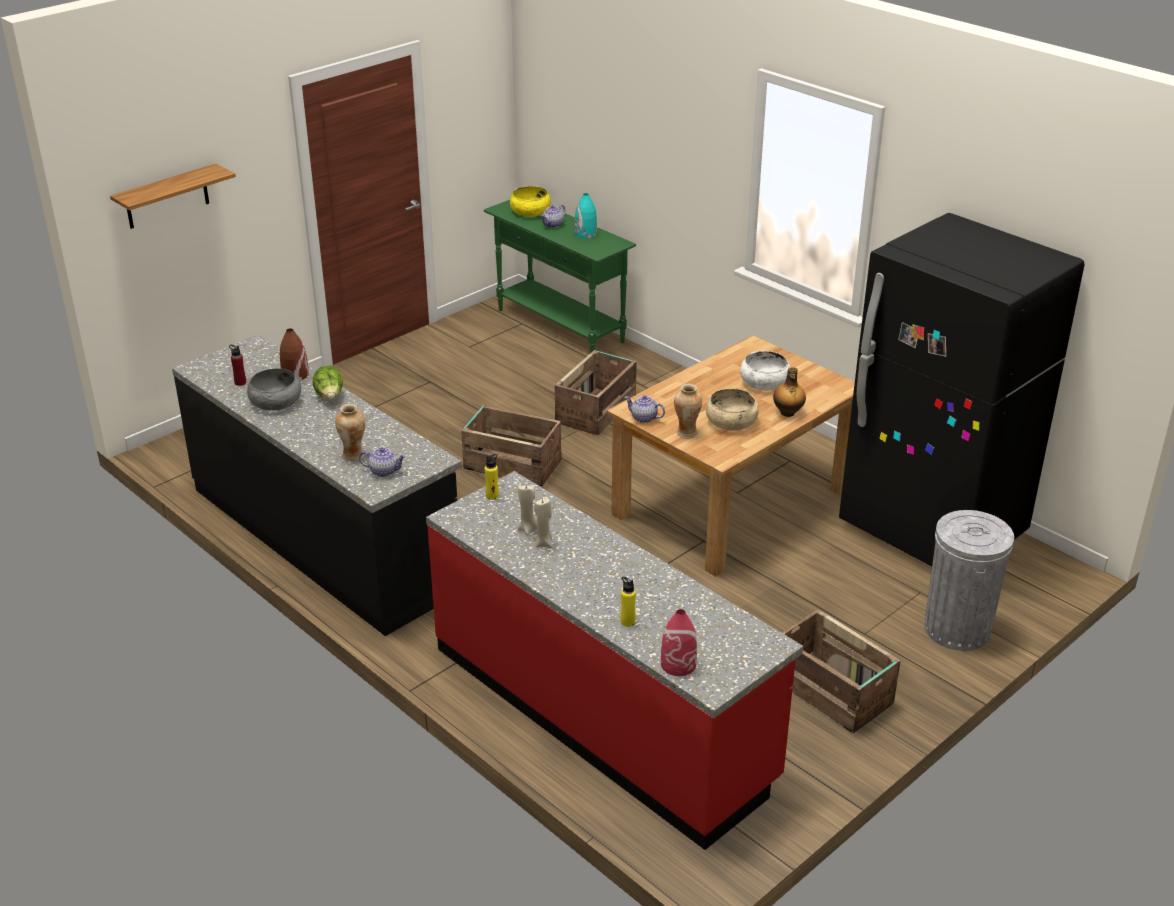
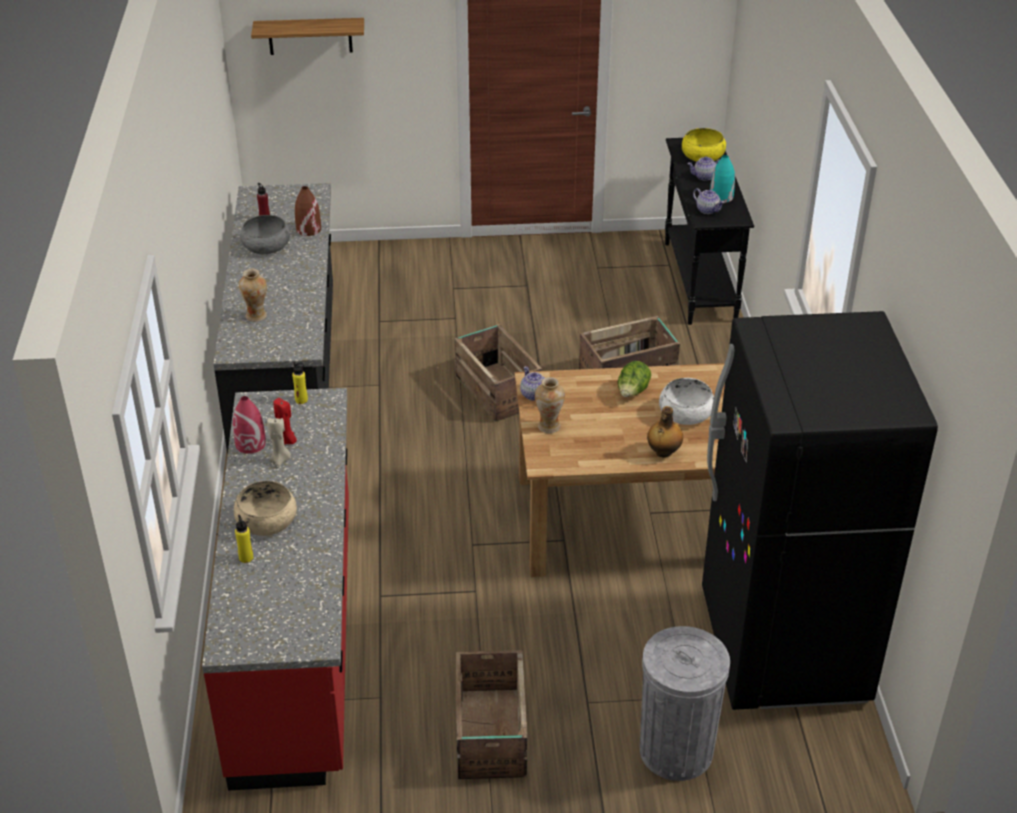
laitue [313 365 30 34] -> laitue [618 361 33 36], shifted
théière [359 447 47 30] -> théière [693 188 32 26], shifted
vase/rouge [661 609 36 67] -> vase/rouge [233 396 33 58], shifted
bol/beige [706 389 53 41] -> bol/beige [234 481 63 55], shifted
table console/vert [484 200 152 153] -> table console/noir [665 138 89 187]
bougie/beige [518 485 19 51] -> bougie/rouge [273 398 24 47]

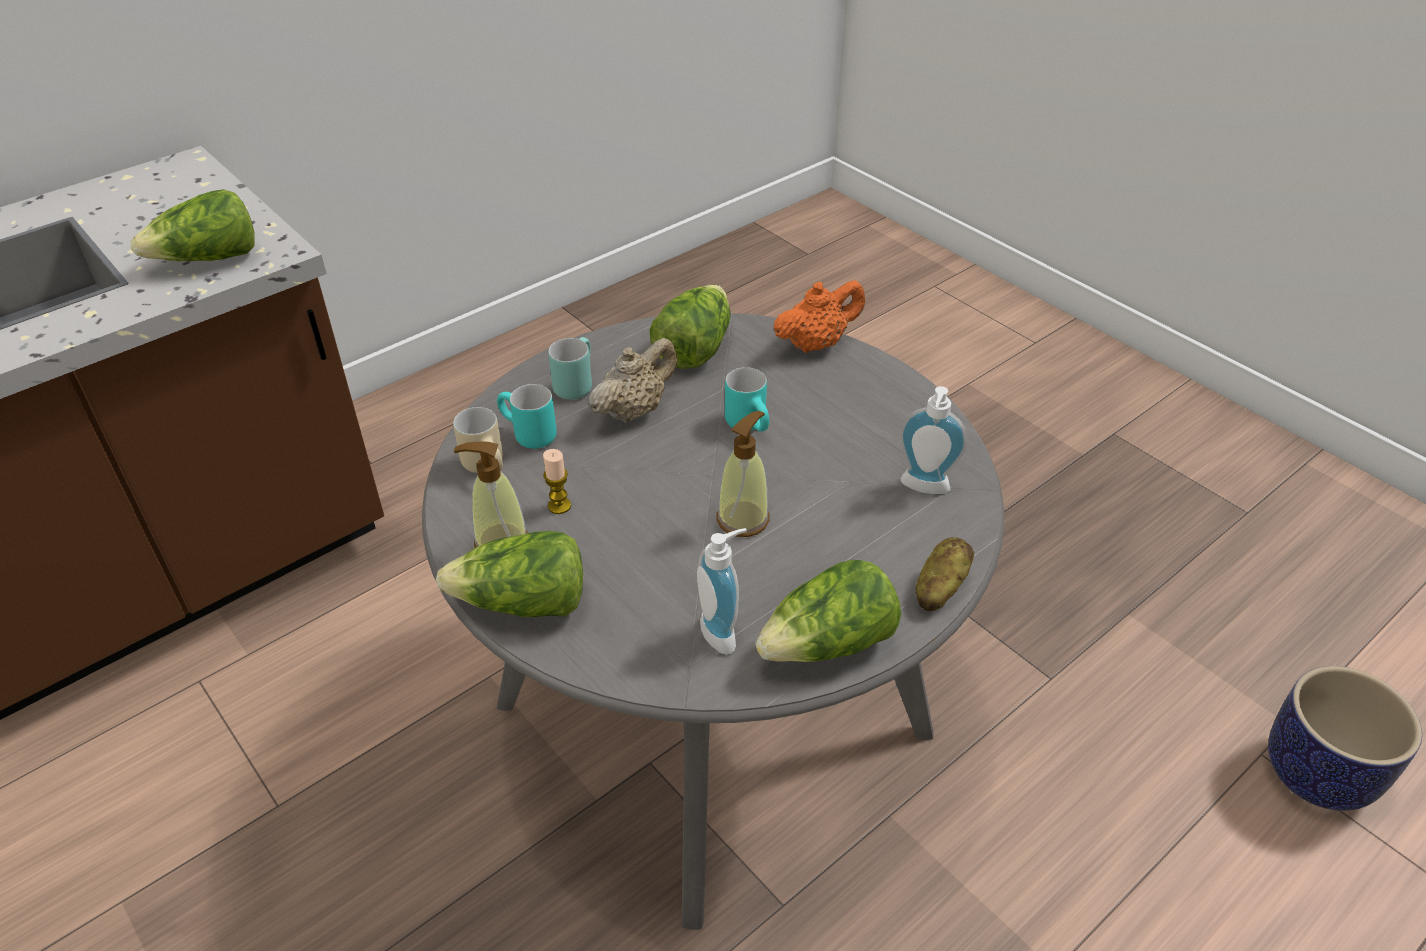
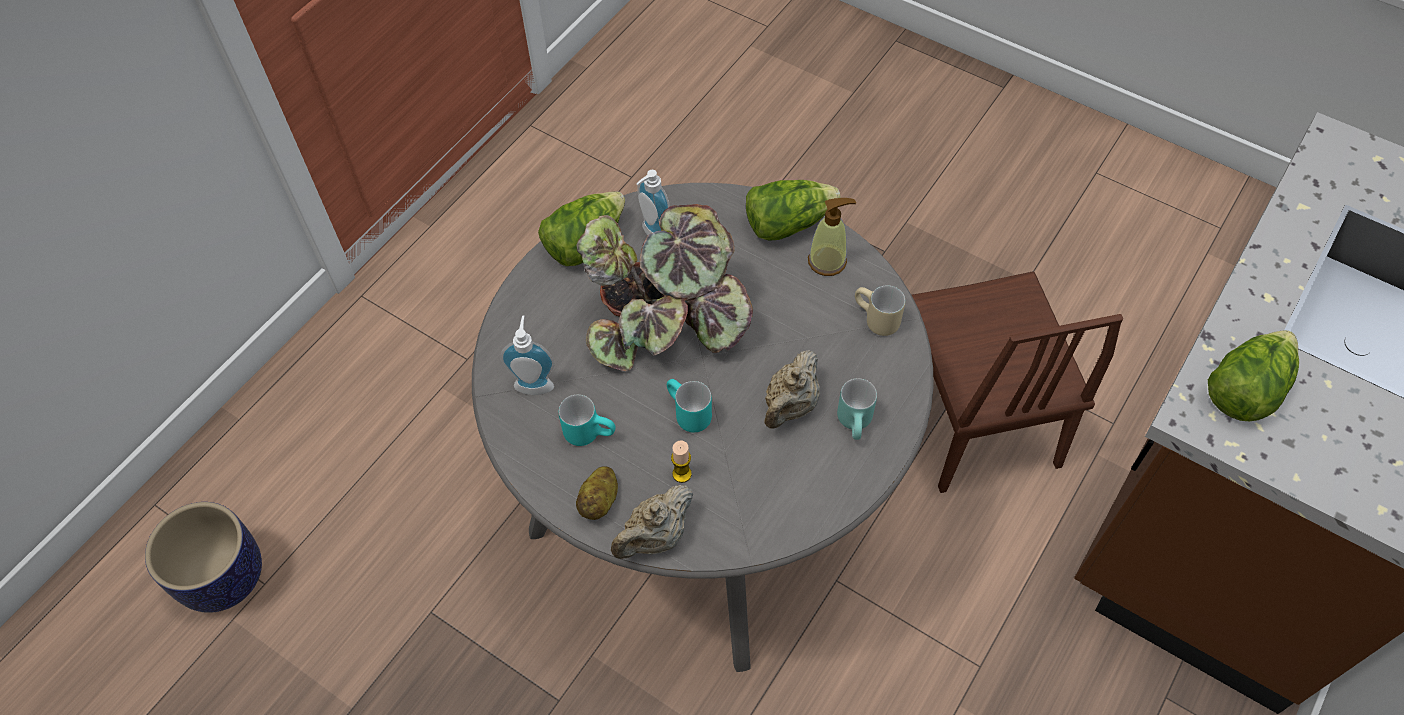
laitue [649 285 82 84] -> none
none -> chaise/marron [912 271 211 222]
mug/turquoise [497 384 60 65] -> mug/turquoise [559 395 56 51], shifted
bougie [543 449 28 65] -> bougie [671 440 21 43], shifted
pomme de terre [916 538 58 73] -> pomme de terre [576 466 42 54], shifted
distributeur de savon [716 411 53 126] -> plante en pot [576 204 177 167]
théière/orange [773 280 92 73] -> théière/beige [611 485 82 74]

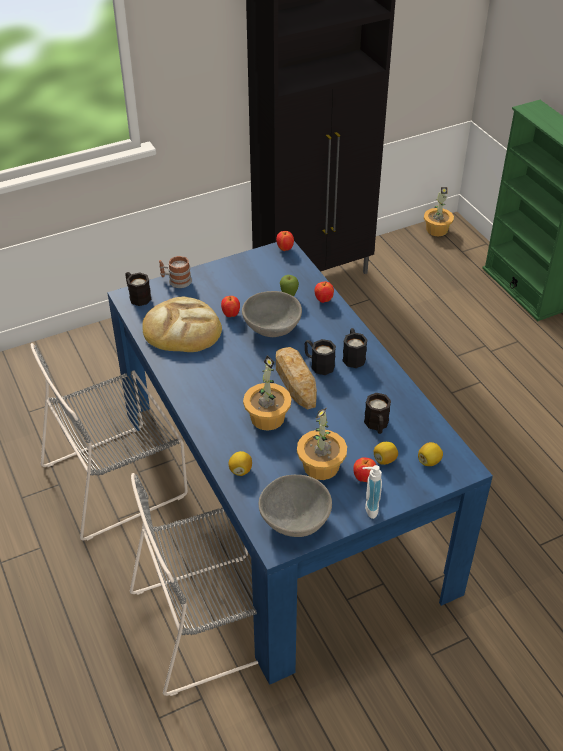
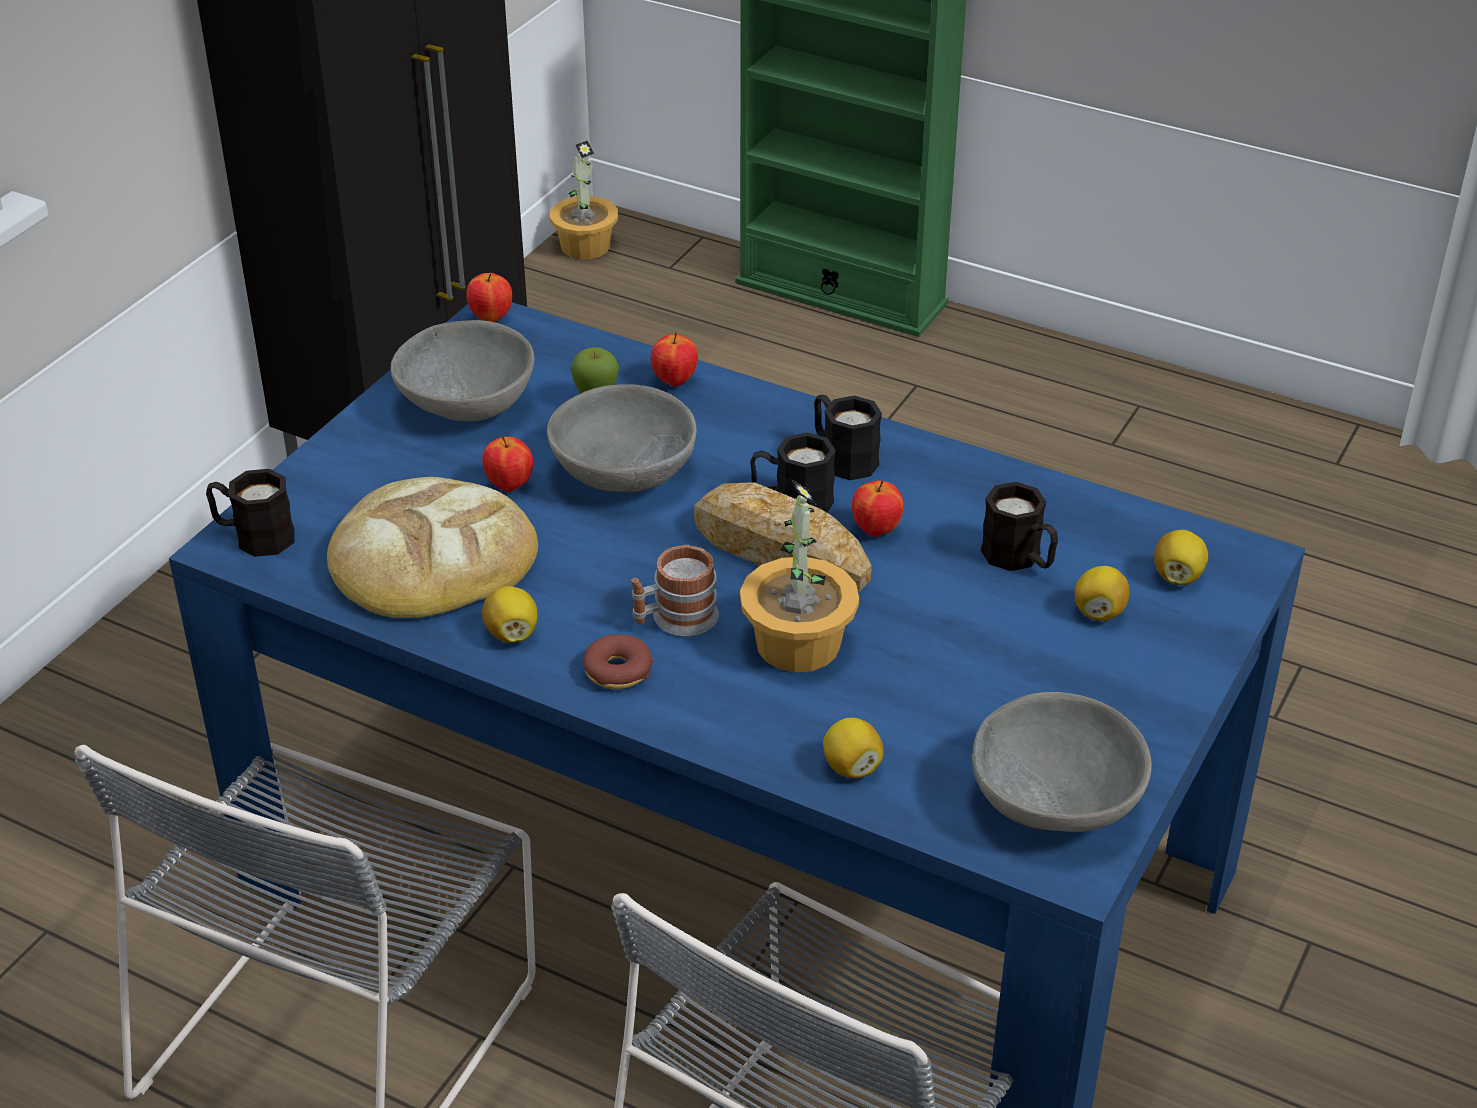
plante en pot [297 408 50 72] -> none
distributeur de savon [362 465 20 54] -> none
none -> bol/gris [391 320 143 101]
none -> citron [482 586 56 57]
none -> beignet [583 635 70 54]
mug [159 256 33 32] -> mug [631 545 88 91], shifted
pomme [353 457 23 25] -> pomme [852 480 52 57], shifted

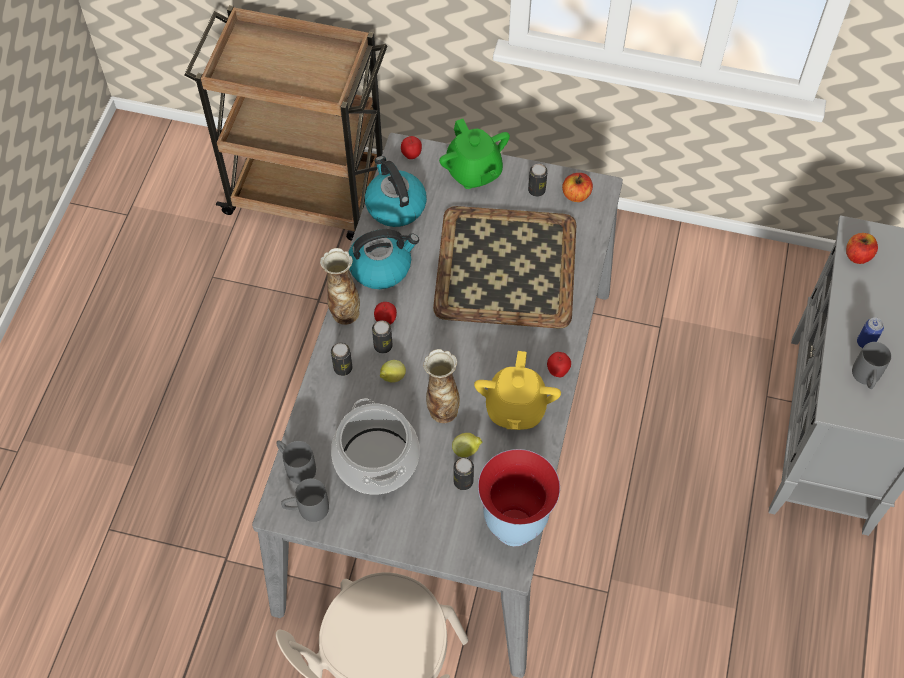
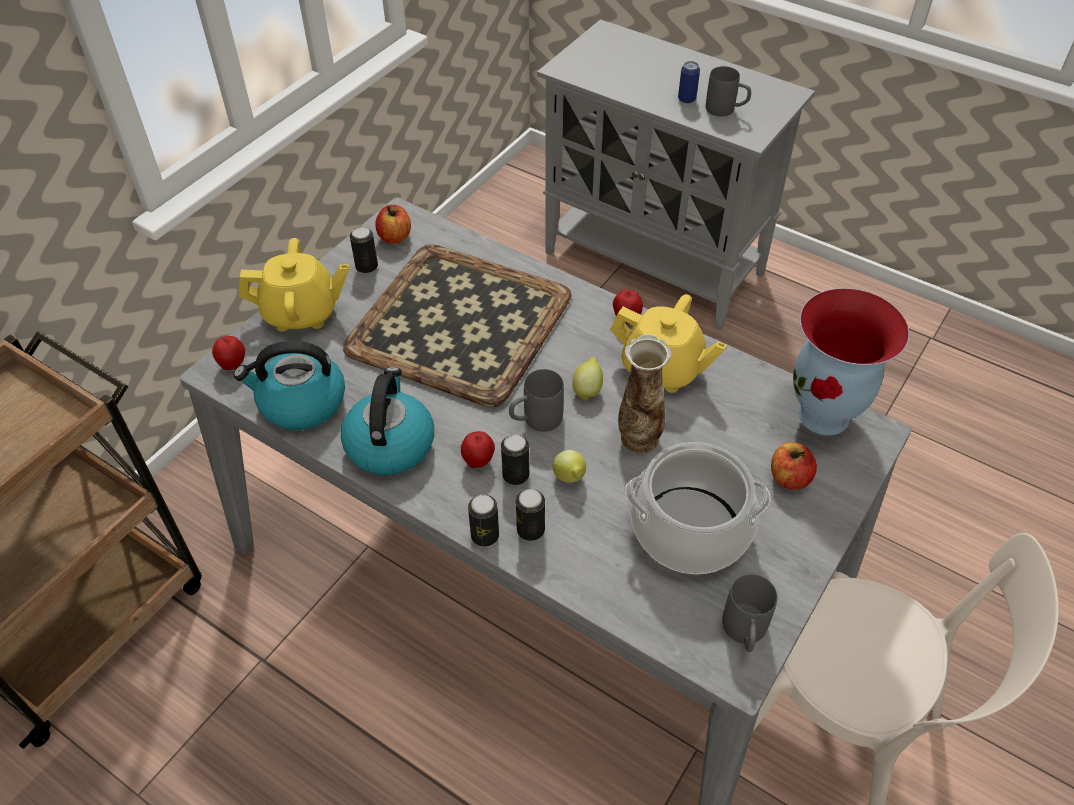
vase [320 248 40 77] -> none
mug/gris [276 440 40 44] -> mug/gris [509 369 55 63], shifted
citron [452 433 30 24] -> citron [572 357 31 44], shifted
boîte métallique [453 457 21 33] -> boîte métallique [468 495 31 52], shifted
pomme [846 233 32 31] -> pomme [771 442 46 48], shifted
théière/vert [439 119 71 70] -> théière/jaune [239 238 110 93]

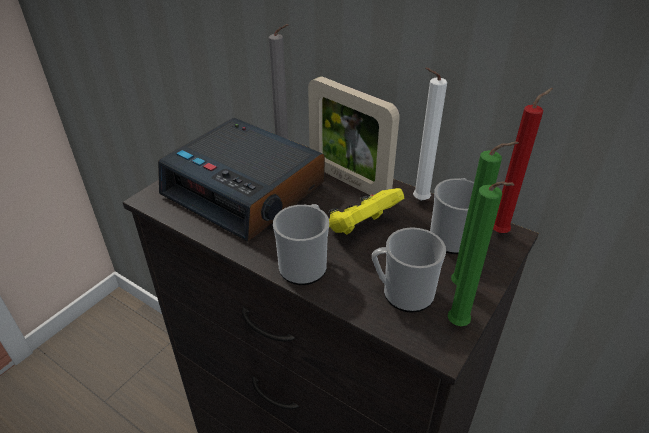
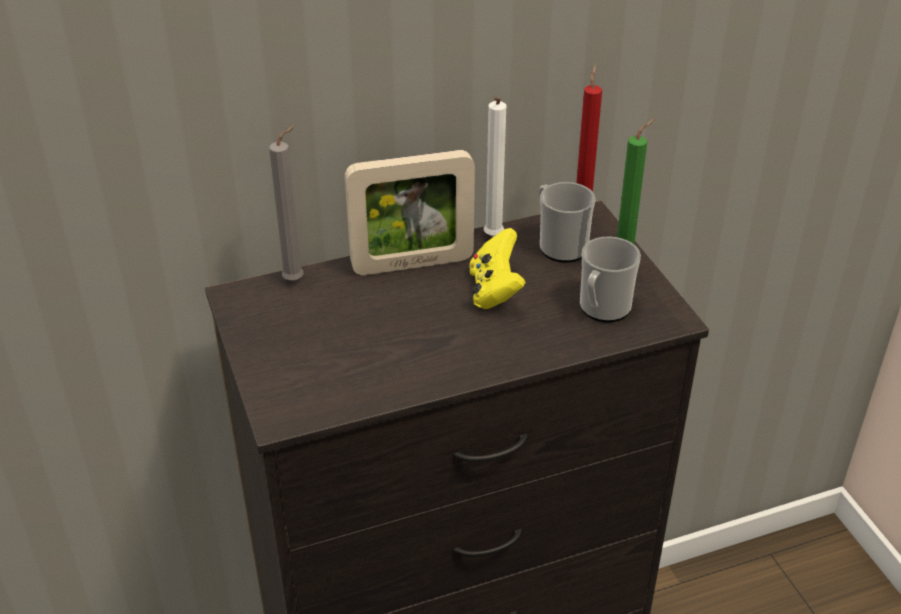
réveil [158 118 167 124] -> none
mug [273 204 56 81] -> none
bougie/vert [447 181 68 145] -> none

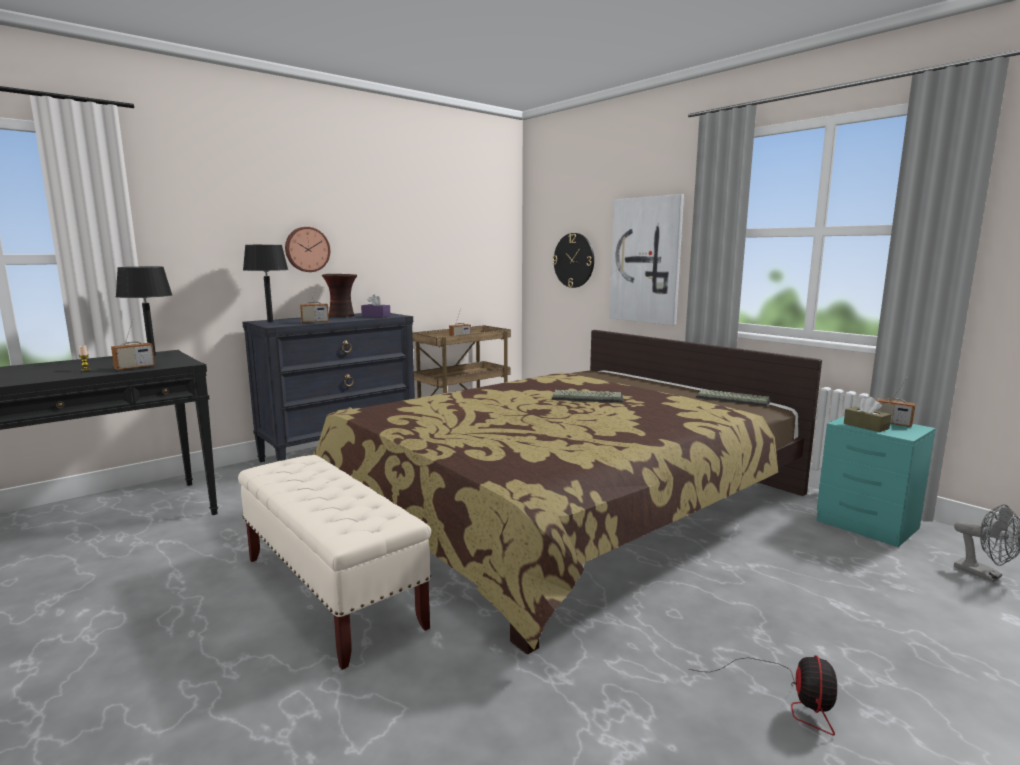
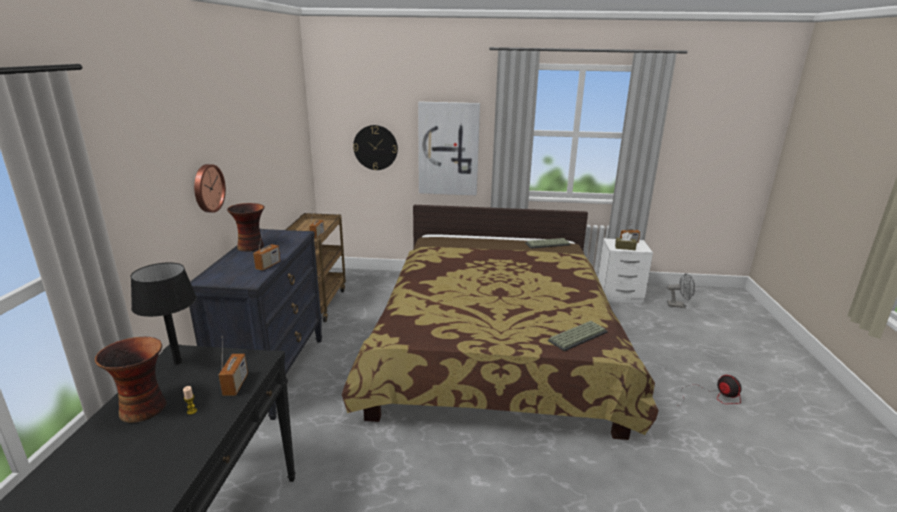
banc/beige [238 455 193 215] -> none
lampe de table/noir [243 245 45 78] -> none
boîte à mouchoirs/violet [361 294 30 24] -> none
none -> vase [95 337 72 86]
clavier [552 390 71 13] -> clavier [548 321 60 30], shifted
table de chevet/turquoise [816 416 120 131] -> table de chevet/blanc [598 238 55 66]

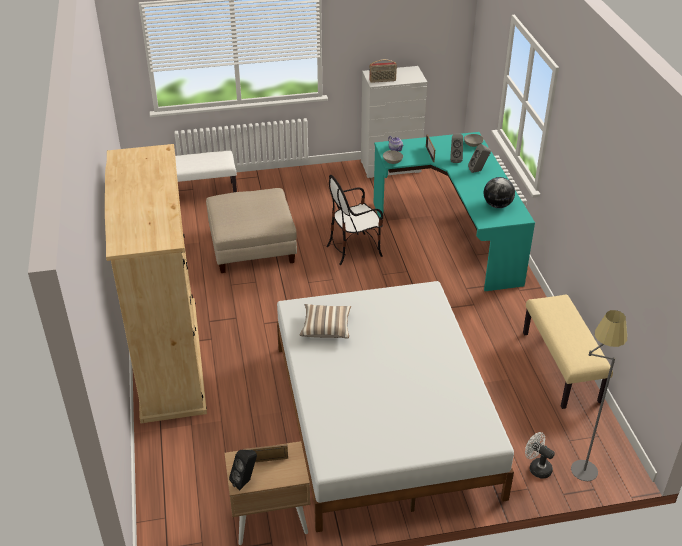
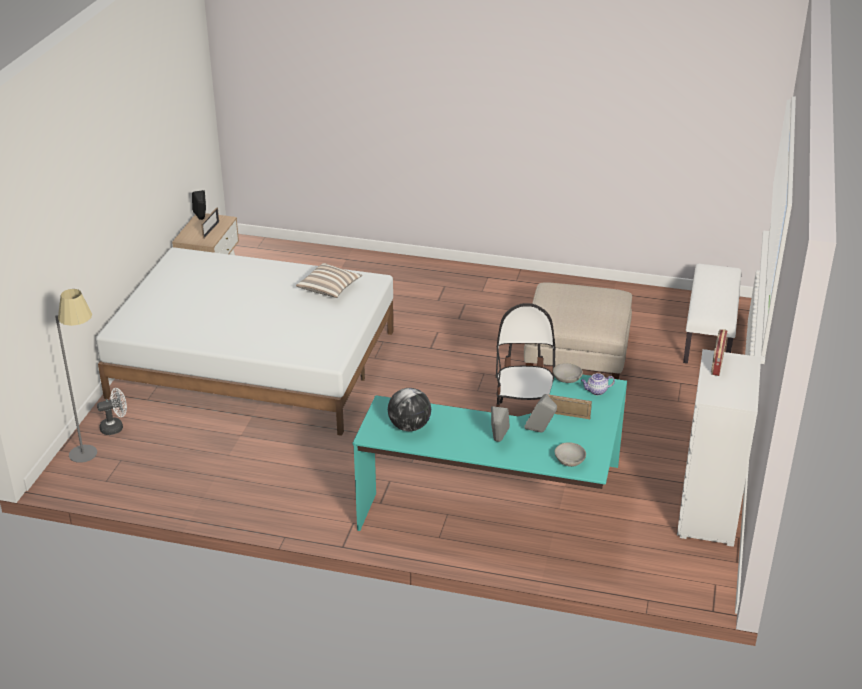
armoire/beige [105 144 102 280] -> none
banc/beige [523 294 90 115] -> none

